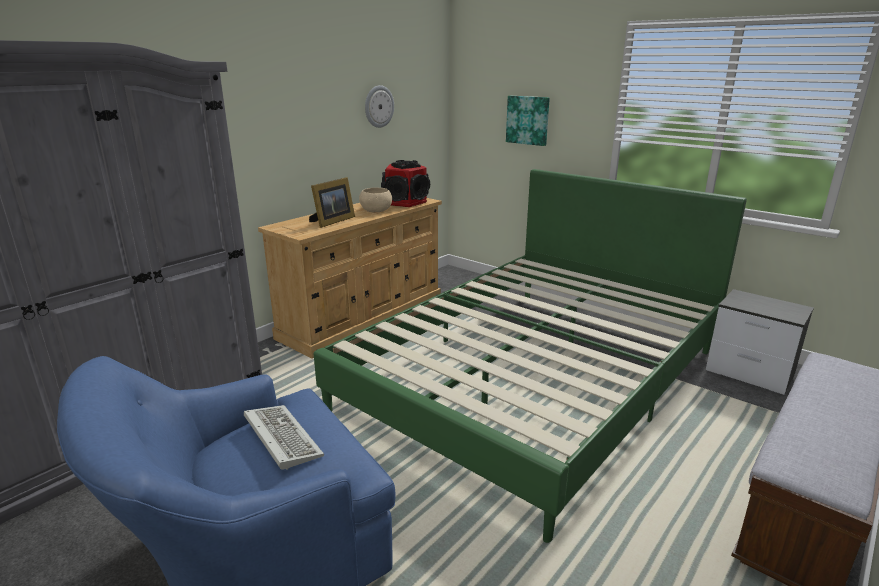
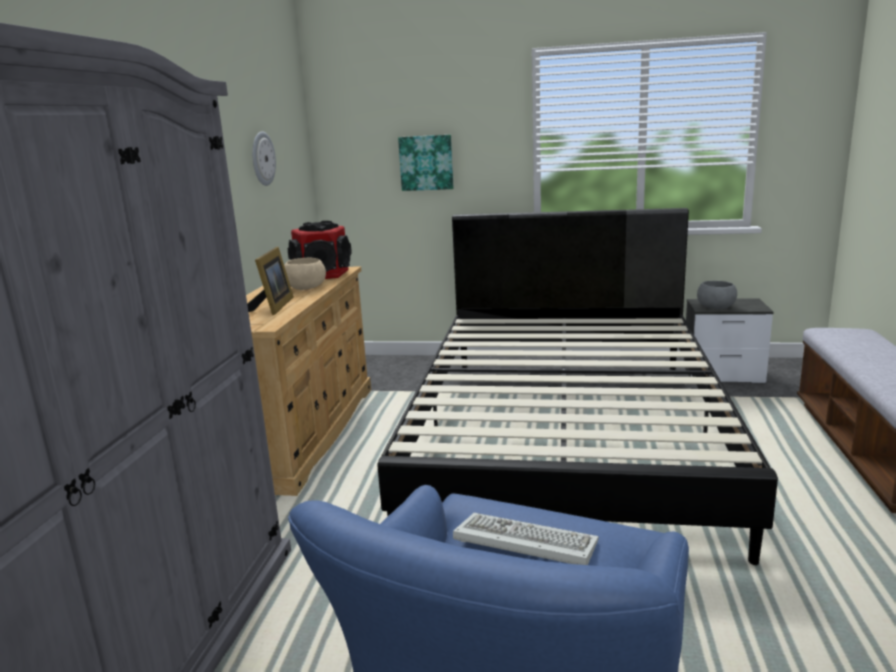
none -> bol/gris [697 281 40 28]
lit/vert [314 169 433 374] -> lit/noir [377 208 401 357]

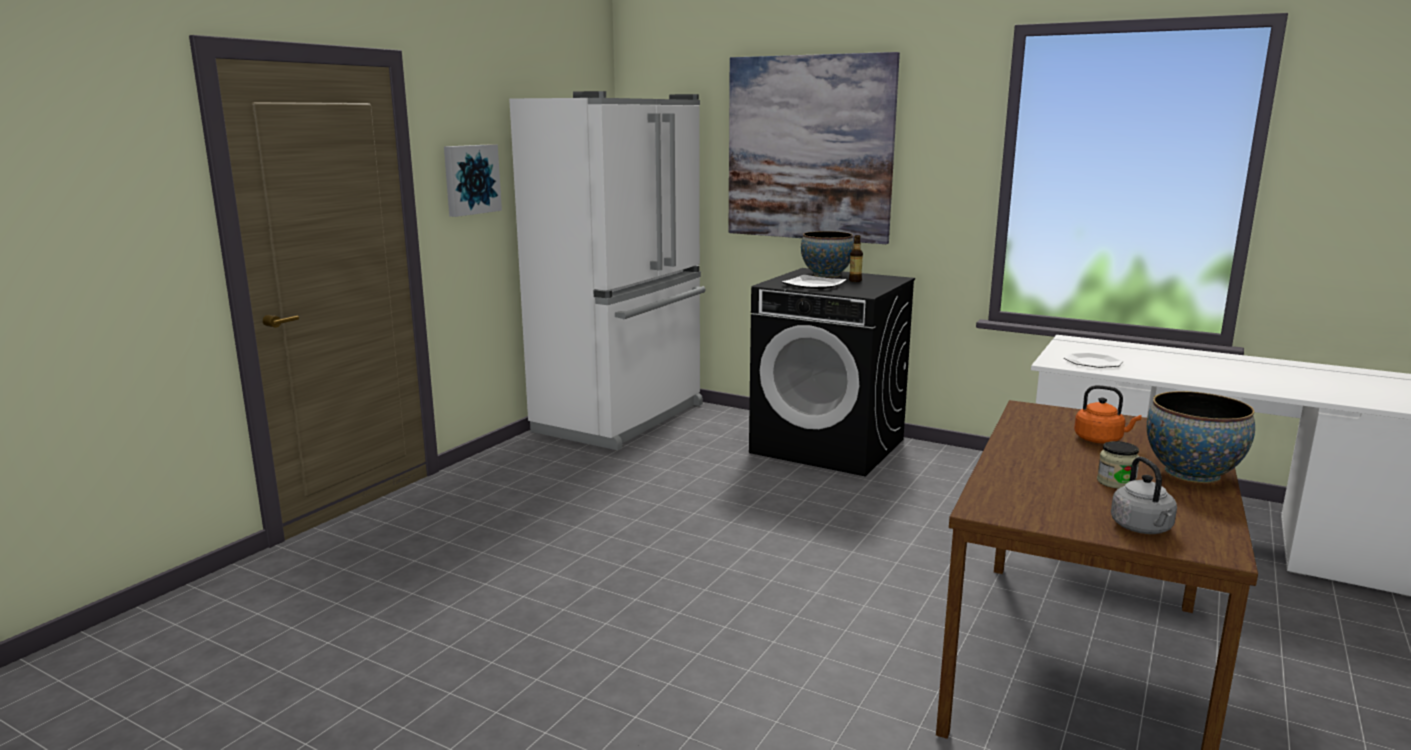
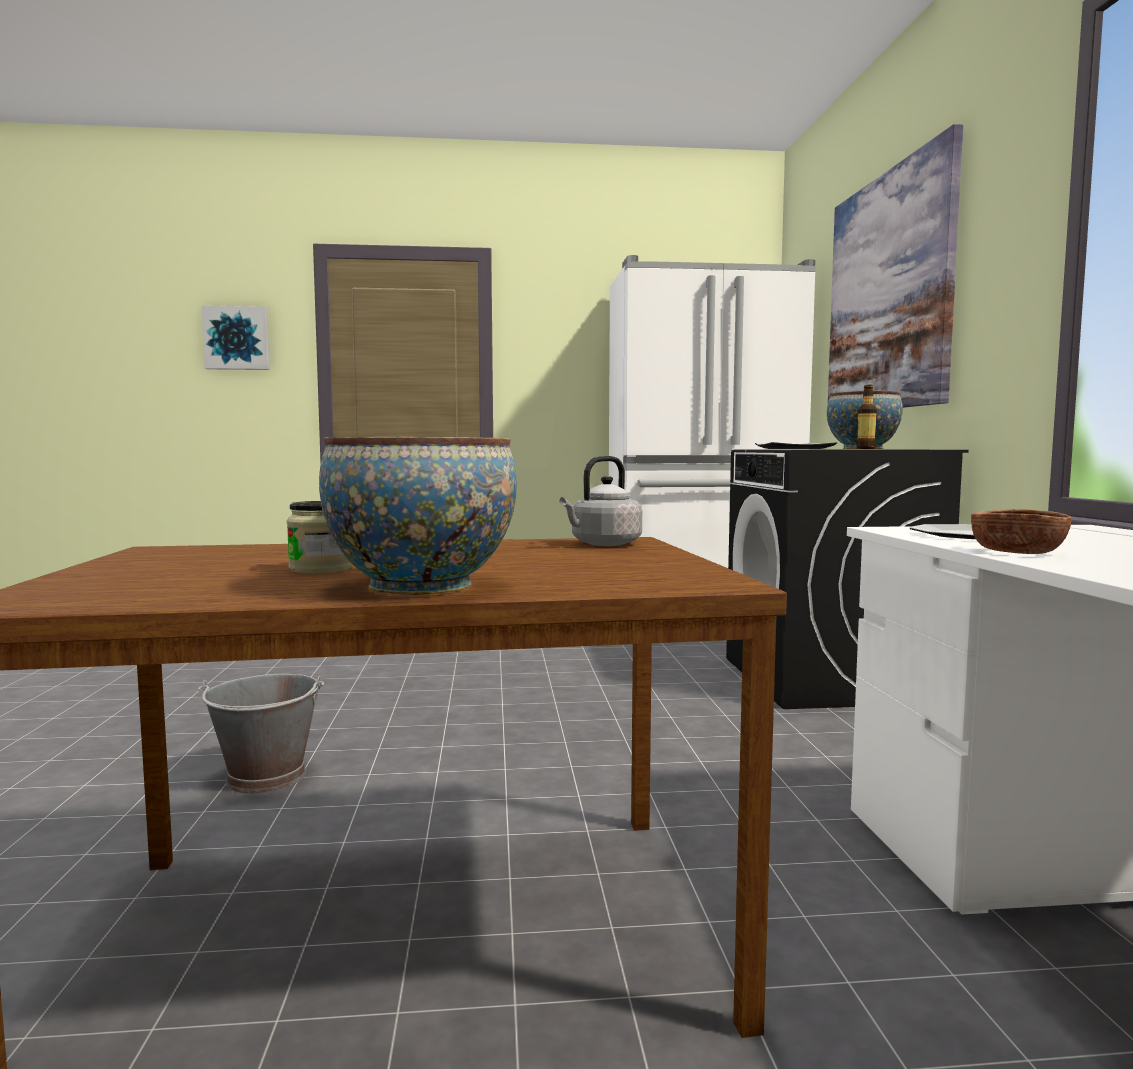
bouilloire/orange [1074 385 68 58] -> none
none -> seau/gris [198 674 126 120]
none -> bol/marron [971 509 100 45]
tableau [444 144 58 73] -> tableau [201 305 69 65], shifted
bouilloire/gris [1111 457 66 77] -> bouilloire/gris [560 456 82 90], shifted

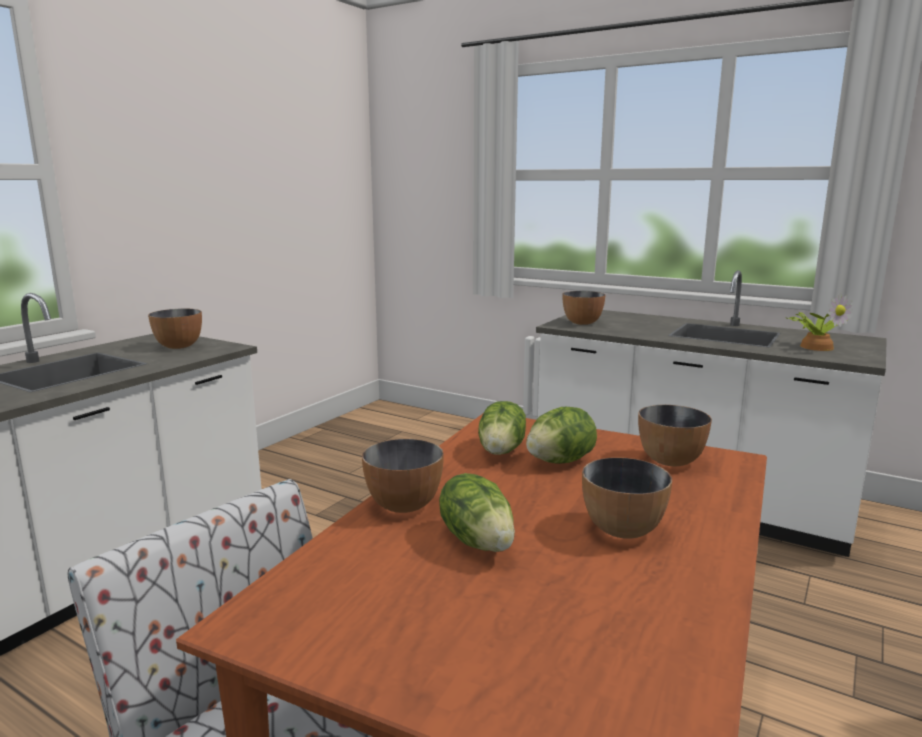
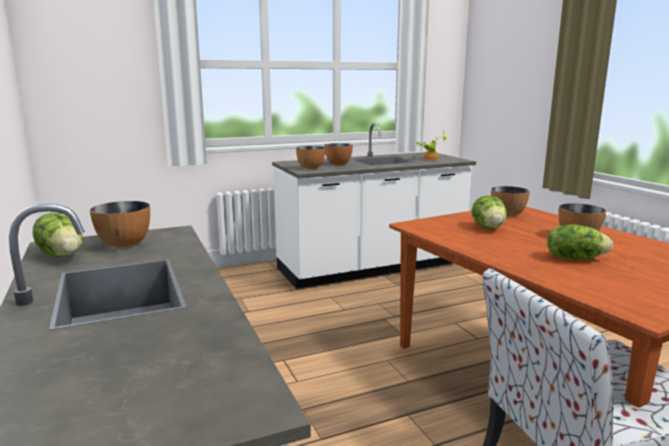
bol [362 439 82 74] -> bol [324 143 29 22], shifted
laitue [478 401 48 54] -> laitue [32 213 51 44], shifted

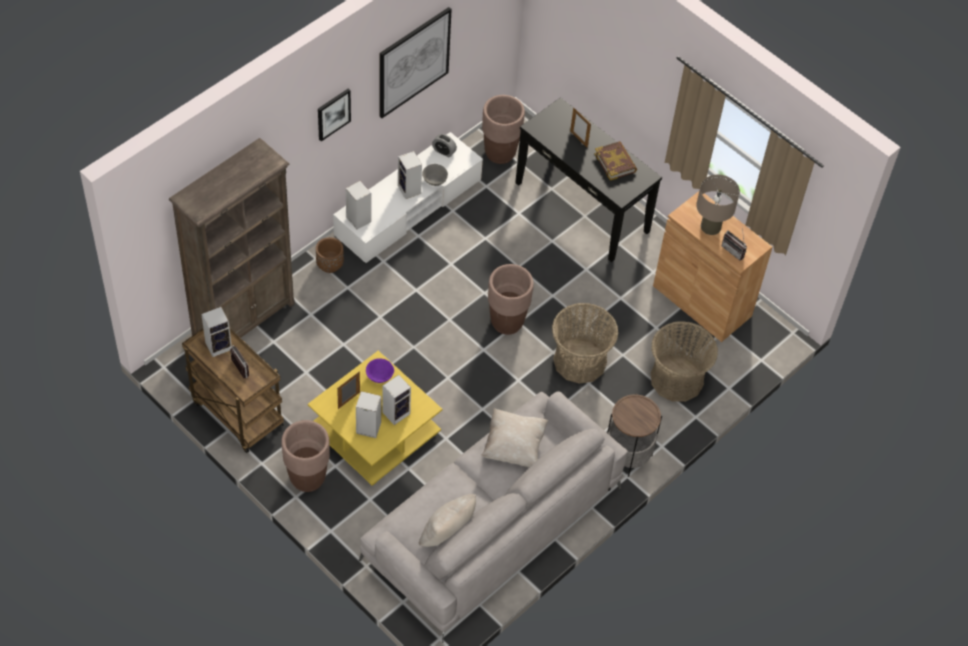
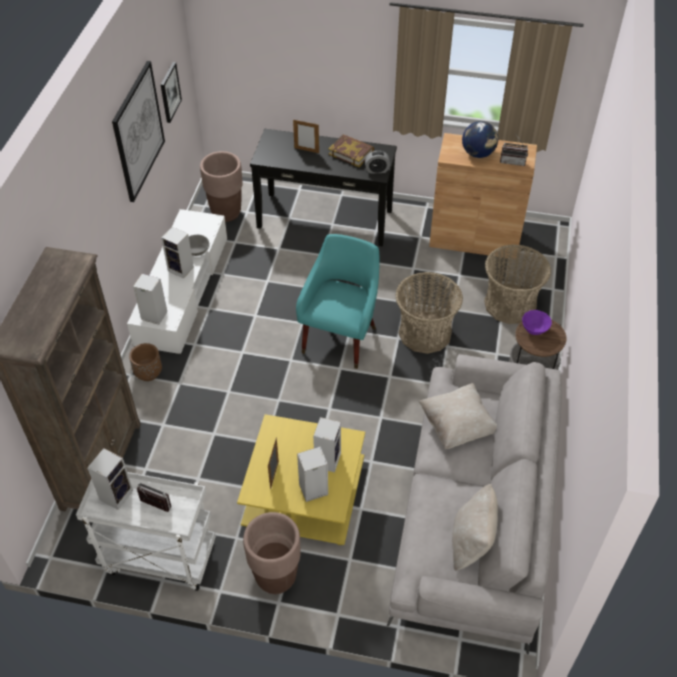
tableau [318 89 33 52] -> tableau [160 62 22 61], shifted
bol/violet [366 358 28 25] -> bol/violet [522 310 30 25], shifted
réveil [432 134 25 23] -> réveil [365 151 25 23], shifted
cache-pot/marron [488 264 46 71] -> fauteuil/turquoise [296 234 84 135]
lampe de table/beige [696 175 44 60] -> globe [462 121 36 37]
chariot/marron [182 329 102 124] -> chariot/blanc [76 472 140 119]

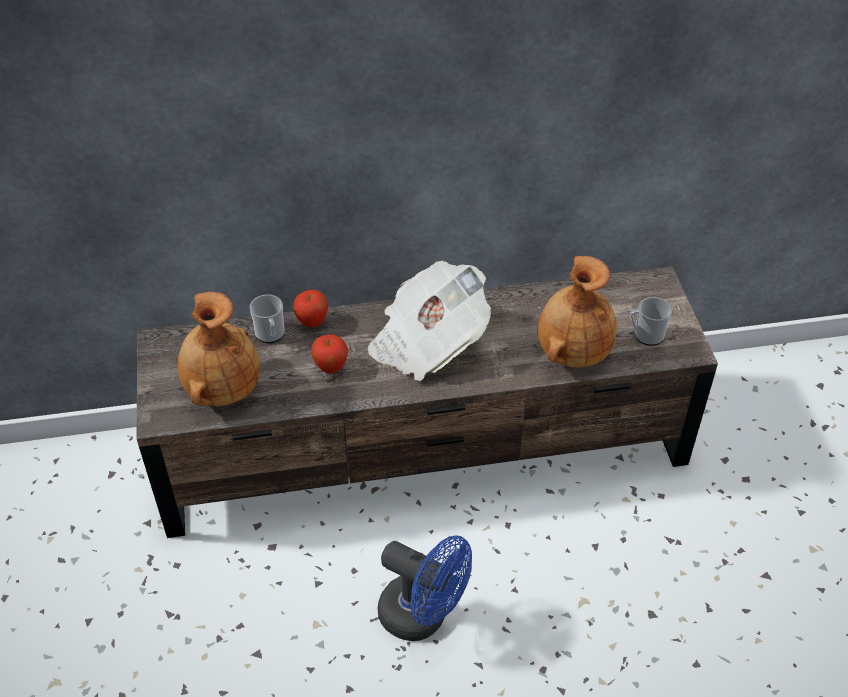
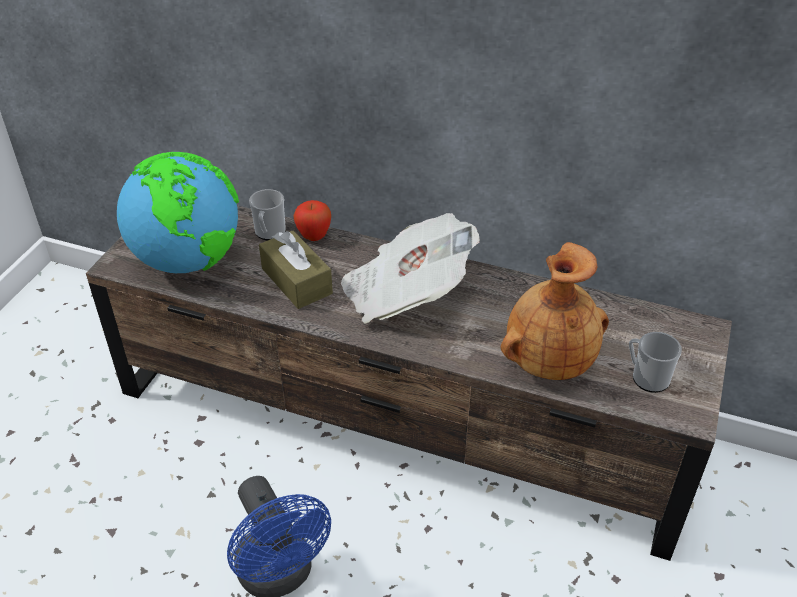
vase/marron [178 292 82 114] -> globe [117 152 122 121]
pomme [311 334 37 40] -> boîte à mouchoirs/marron [259 231 74 78]

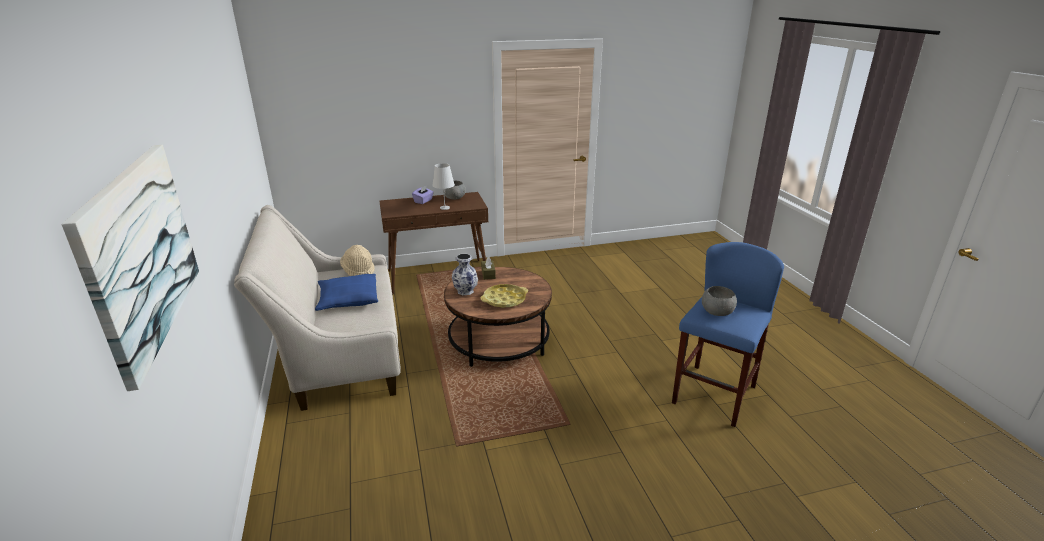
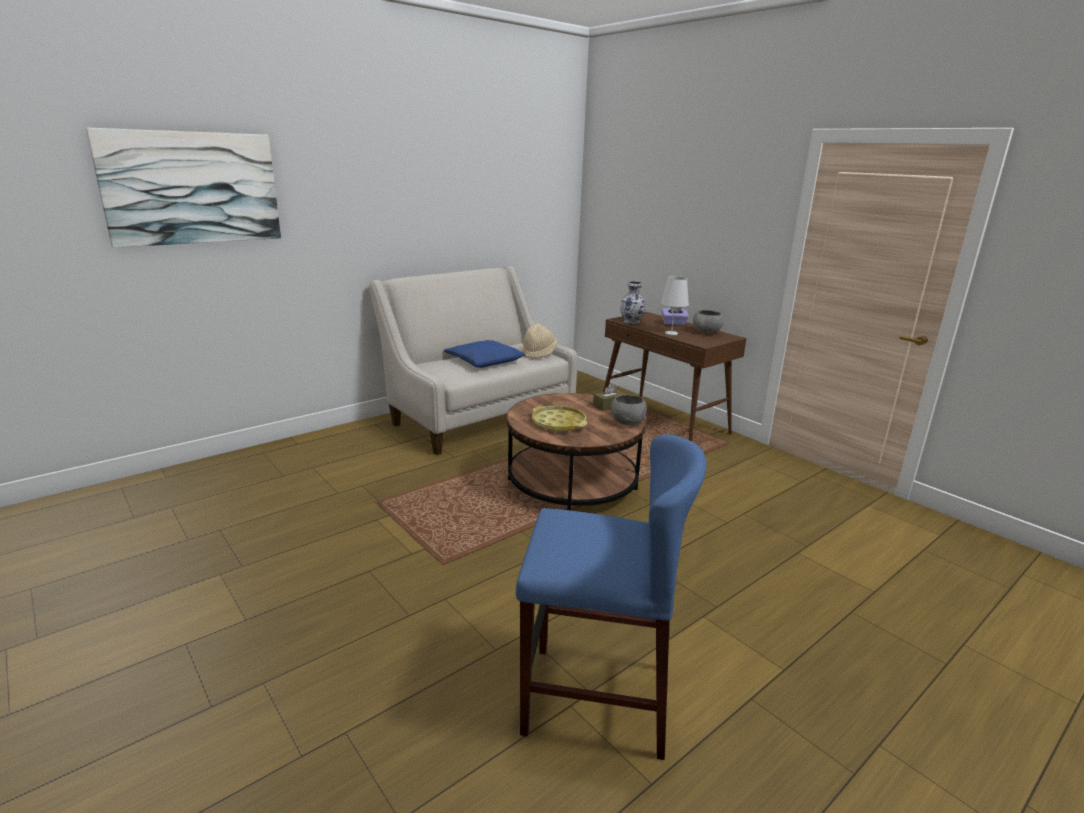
vase [452 254 26 41] -> vase [620 281 26 43], shifted
bol/gris [702 286 35 30] -> bol/gris [611 395 36 30], shifted

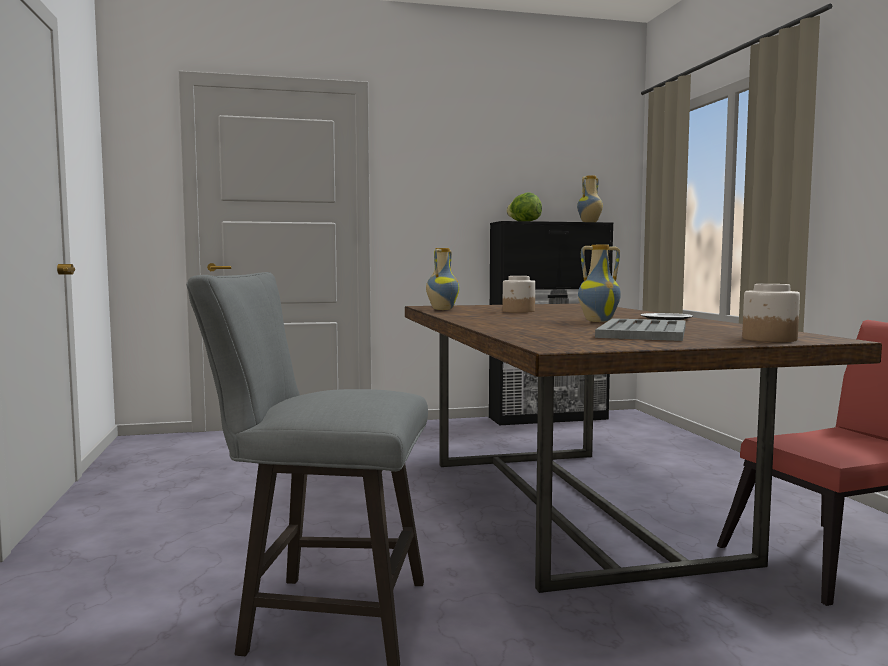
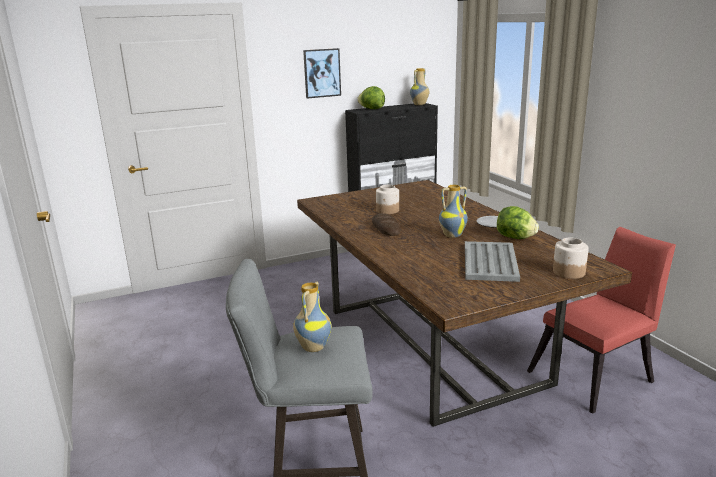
none -> tableau [303 48 38 51]
none -> pain [372 213 29 23]
none -> laitue [497 206 42 33]
vase [426 248 33 62] -> vase [293 282 38 70], shifted

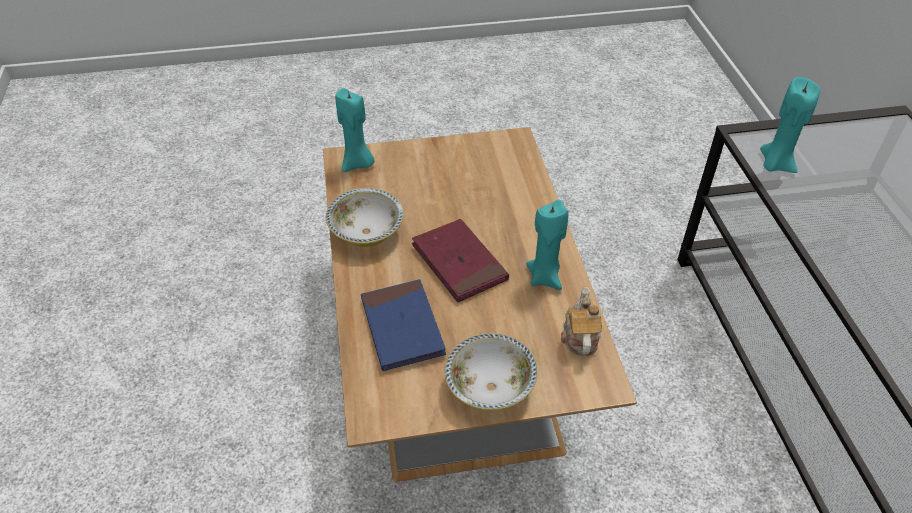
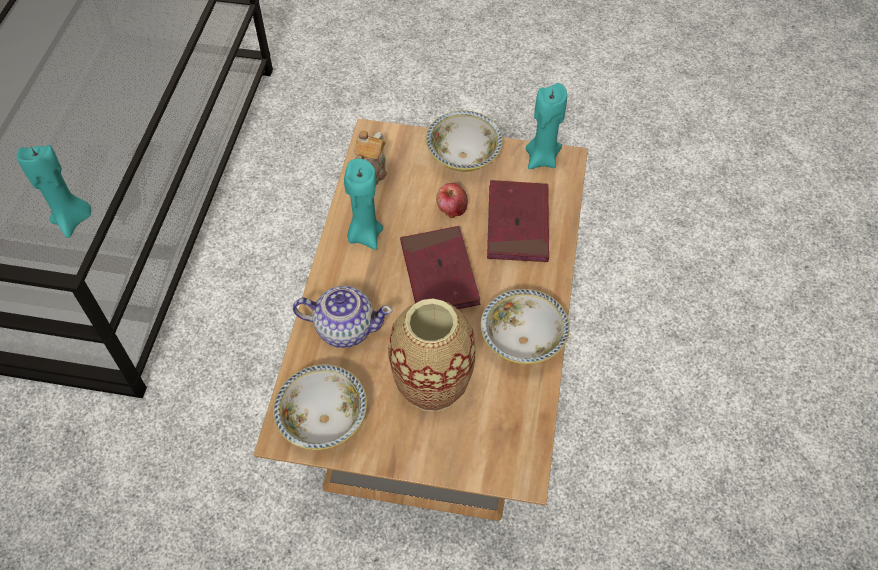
none -> bol [273 365 94 85]
none -> théière [293 286 100 62]
none -> vase [388 298 87 113]
none -> pomme [436 183 32 35]
bougie/turquoise [335 88 40 84] -> bougie/turquoise [526 83 41 86], shifted
livre/bleu [361 279 85 92] -> livre/rouge [487 180 62 82]

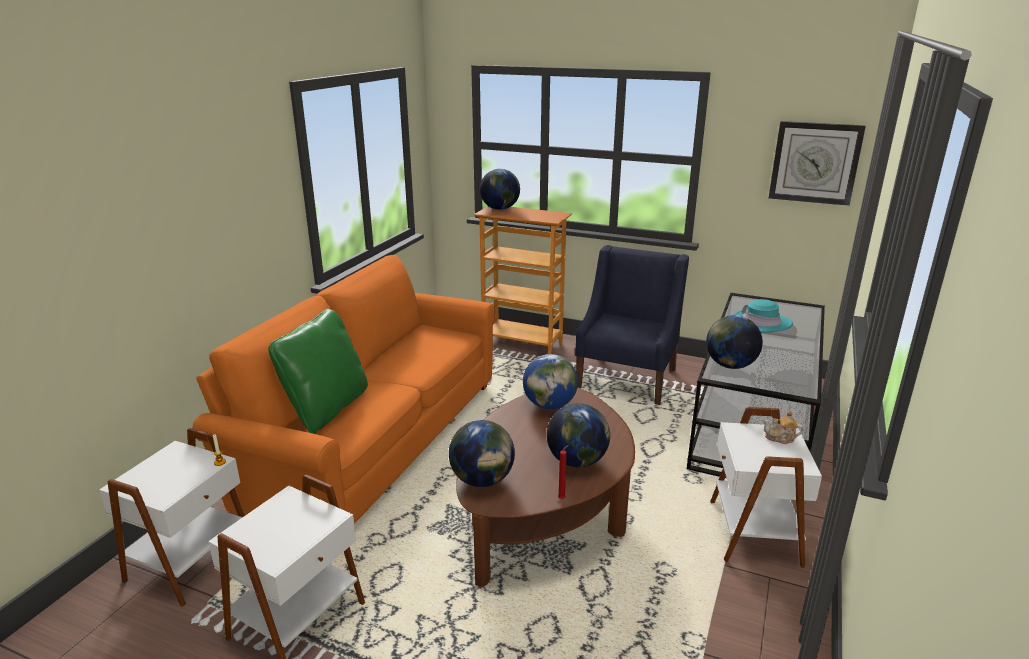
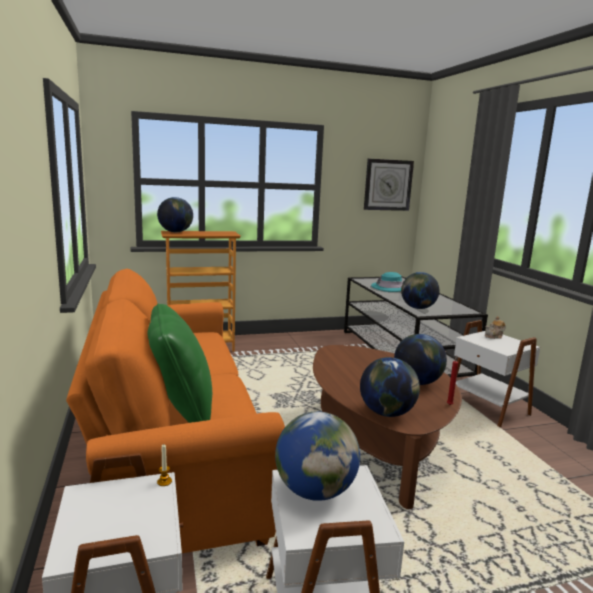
fauteuil/bleu [575 245 114 160] -> none
globe [523 354 55 55] -> globe [275 411 85 90], shifted

